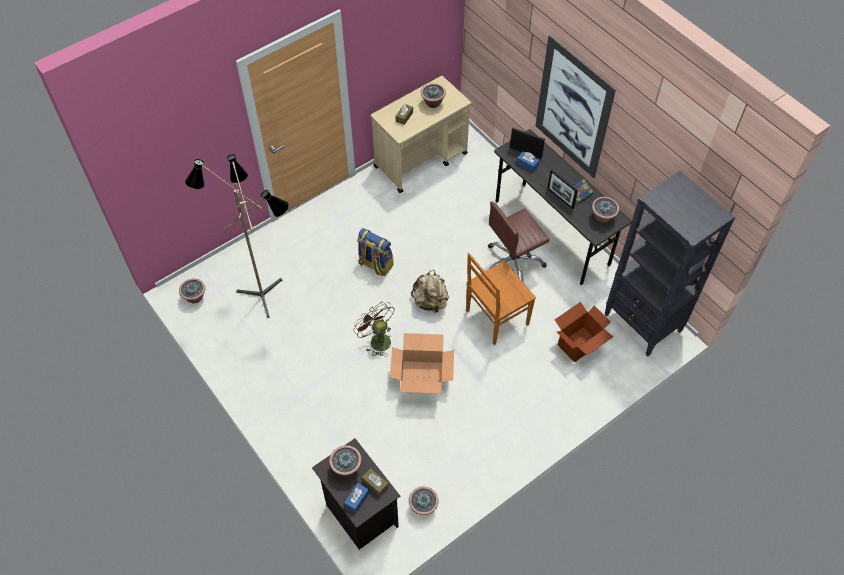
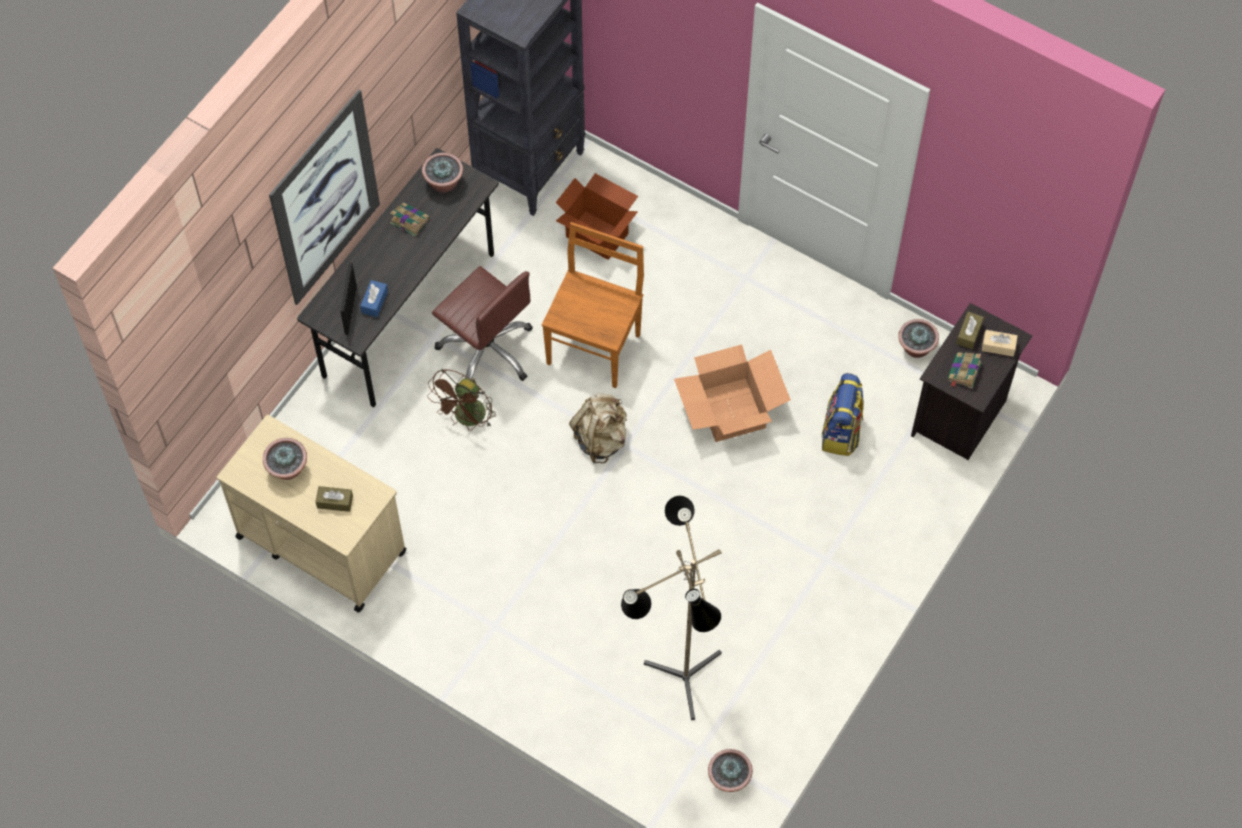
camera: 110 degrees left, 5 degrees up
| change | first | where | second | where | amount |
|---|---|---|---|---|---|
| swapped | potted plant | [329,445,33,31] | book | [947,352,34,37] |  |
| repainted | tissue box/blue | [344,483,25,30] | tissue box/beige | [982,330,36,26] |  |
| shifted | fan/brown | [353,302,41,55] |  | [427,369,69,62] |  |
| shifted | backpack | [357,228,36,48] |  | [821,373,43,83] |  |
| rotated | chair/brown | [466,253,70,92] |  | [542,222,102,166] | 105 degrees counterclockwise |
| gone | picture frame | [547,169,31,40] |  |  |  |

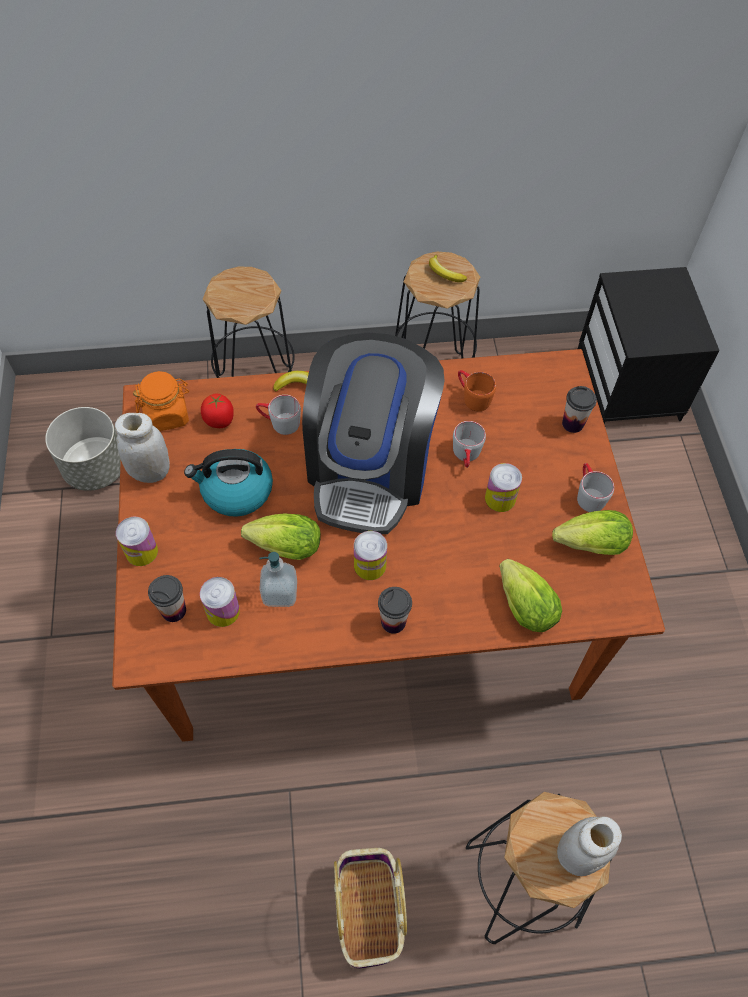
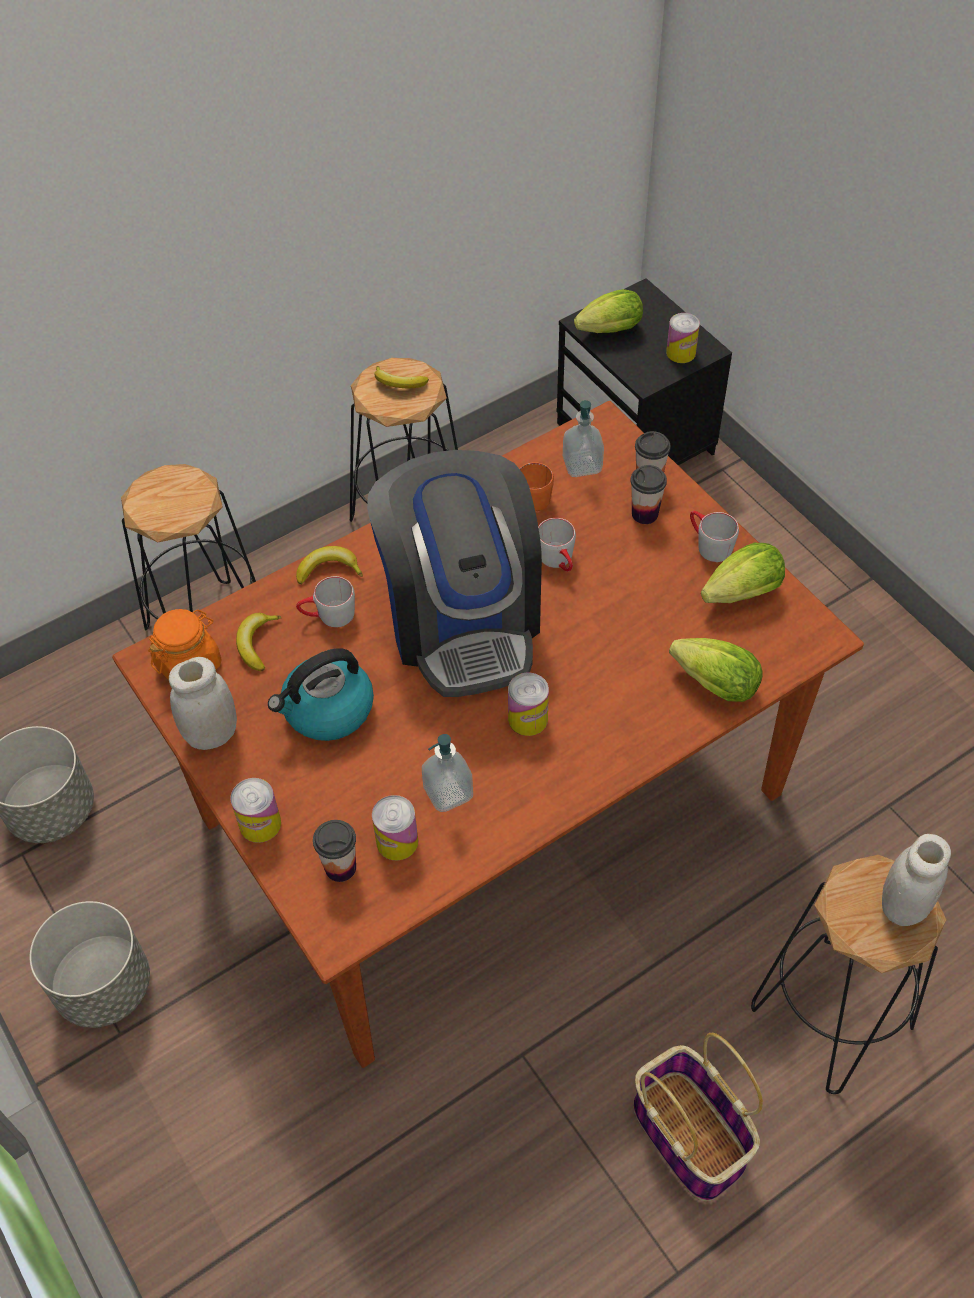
camera: 25 degrees left, 5 degrees down
| change | first | where | second | where | amount |
|---|---|---|---|---|---|
| swapped | tomato | [201,393,33,35] | banana | [236,613,45,58] |  |
| shifted | lettuce | [241,513,80,47] |  | [574,289,69,44] |  |
| shifted | cup | [378,587,34,47] |  | [630,465,37,59] |  |
| shifted | can | [485,463,37,49] |  | [666,313,34,50] |  |
| new |  |  | planter/grey | [30,901,120,127] |  |
| new |  |  | soap dispenser | [563,400,41,77] |  |

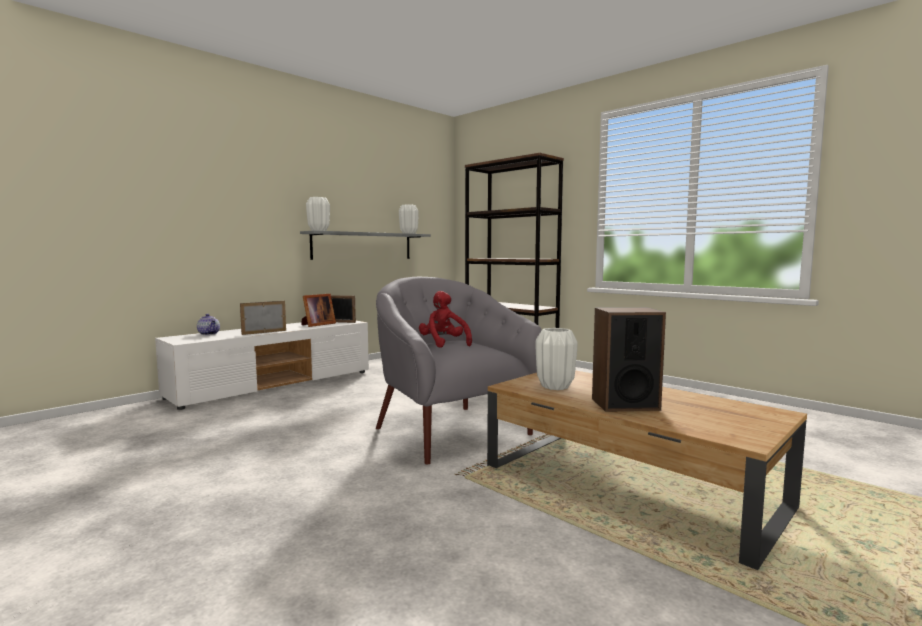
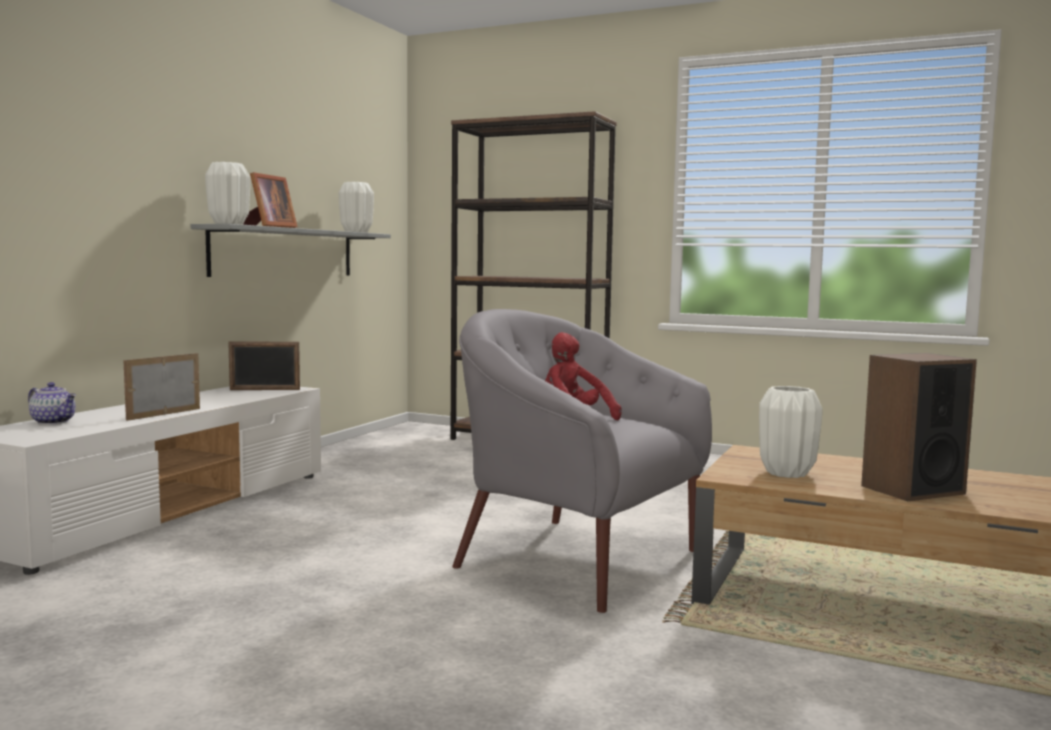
camera: 20 degrees left, 0 degrees up
| change | first | where | second | where | amount |
|---|---|---|---|---|---|
| shifted | picture frame | [301,294,35,33] |  | [243,172,55,56] |  |

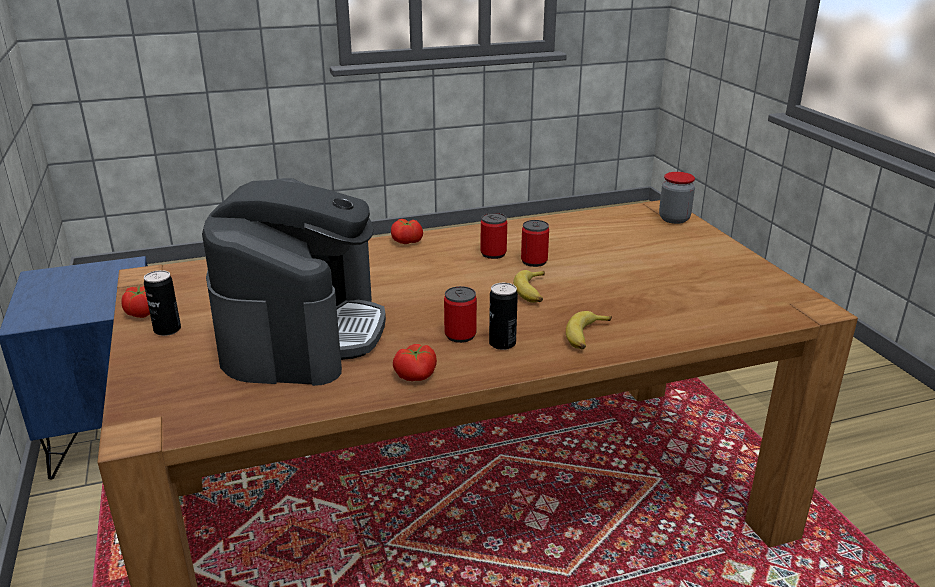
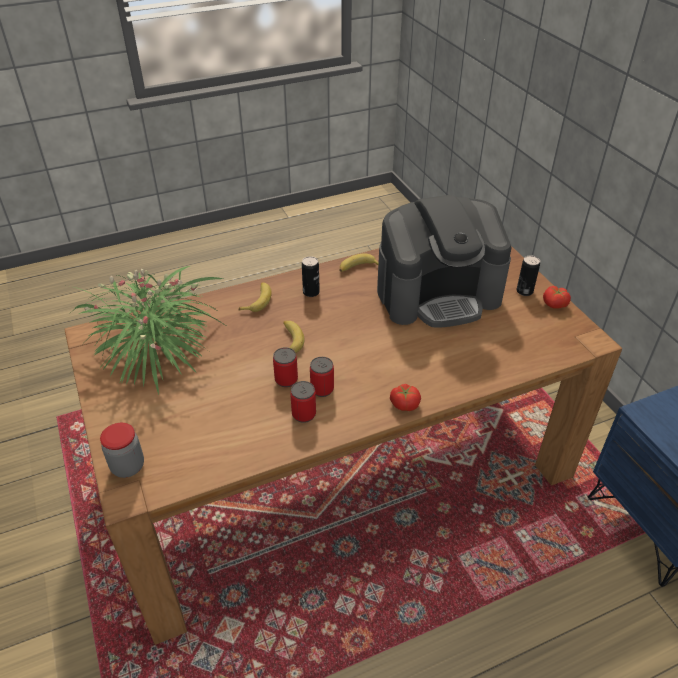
camera: 175 degrees right, 15 degrees up
| change | first | where | second | where | amount |
|---|---|---|---|---|---|
| rotated | coffee machine | [202,178,184,208] |  | [377,195,135,132] | 105 degrees counterclockwise |
| swapped | tomato | [393,344,44,37] | banana | [339,254,40,18] |  |
| shifted | can | [444,286,33,57] |  | [290,381,26,42] |  |
| new |  |  | potted plant | [70,266,155,129] |  |

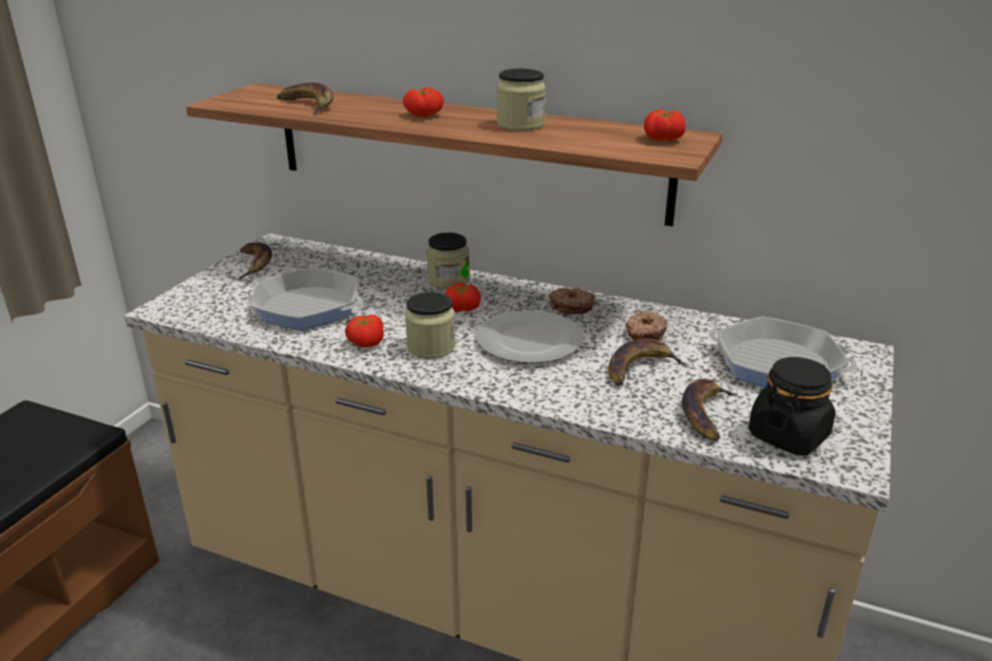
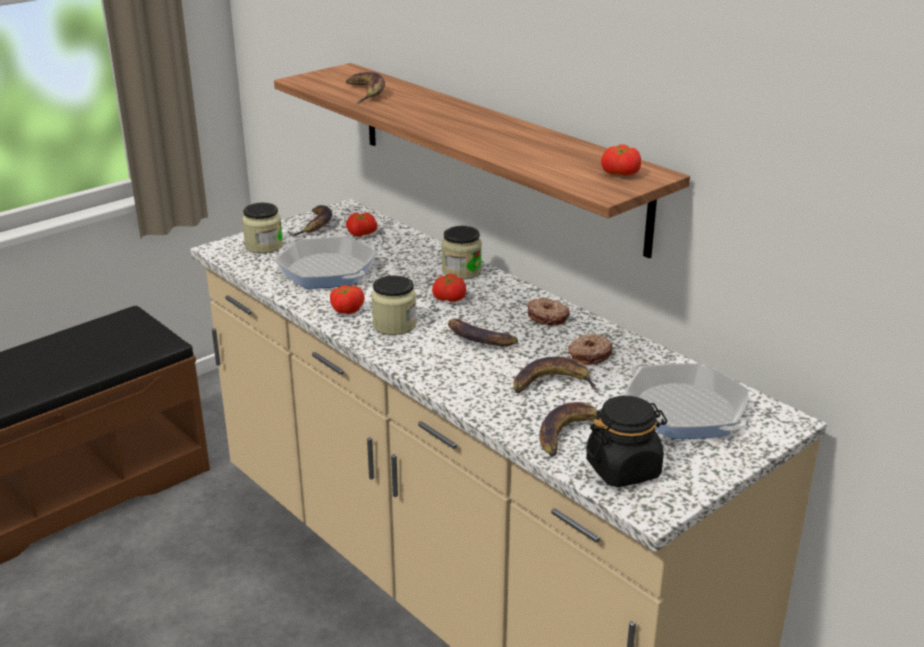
camera: 25 degrees right, 0 degrees up
| change | first | where | second | where | amount |
|---|---|---|---|---|---|
| shifted | tomato | [403,87,41,30] |  | [346,213,32,24] |  |
| swapped | plate | [476,310,107,53] | banana | [448,319,70,27] |  |
| shifted | jar | [497,69,49,62] |  | [242,203,41,51] |  |

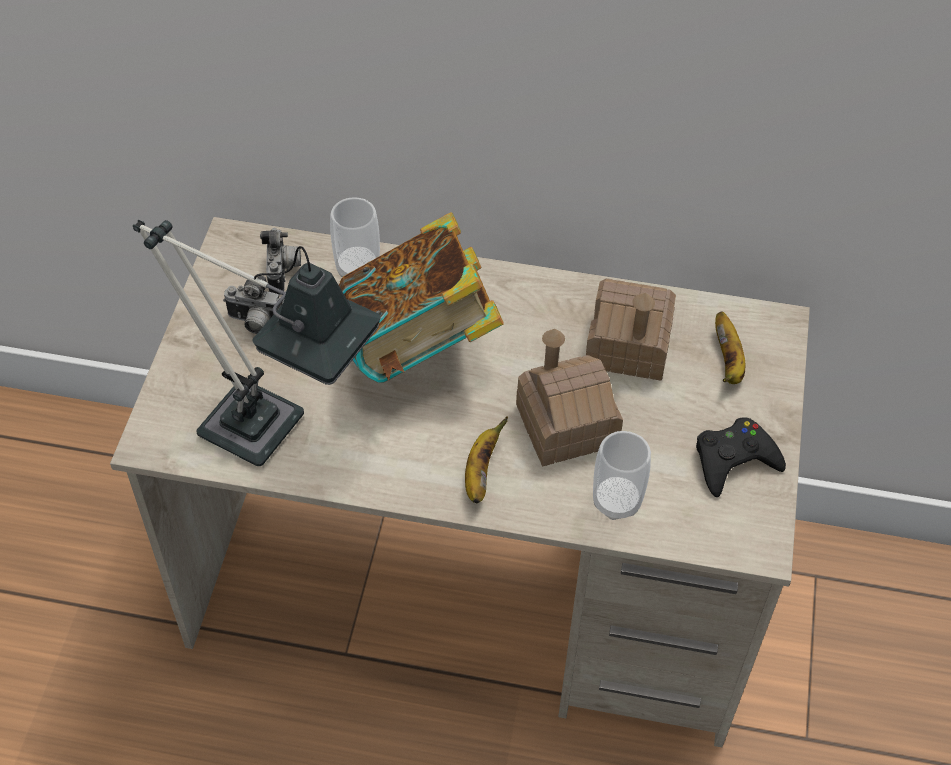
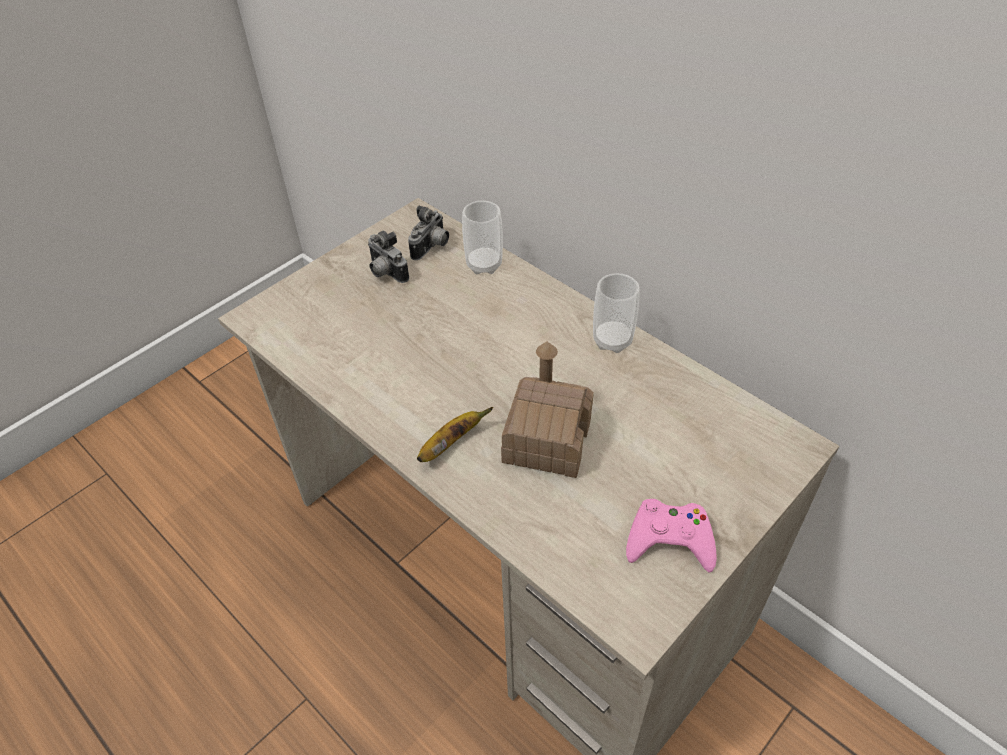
camera: 35 degrees right, 5 degrees down
| change | first | where | second | where | amount |
|---|---|---|---|---|---|
| gone | table lamp | [133,219,248,247] |  |  |  |
| gone | book | [339,212,165,171] |  |  |  |
| gone | toy house | [586,278,90,103] |  |  |  |
| shifted | cup | [593,431,58,89] |  | [593,273,47,80] |  |
| repainted | game controller/black | [696,417,90,80] | game controller/pink | [626,499,91,73] |  |
| gone | banana | [715,312,30,72] |  |  |  |

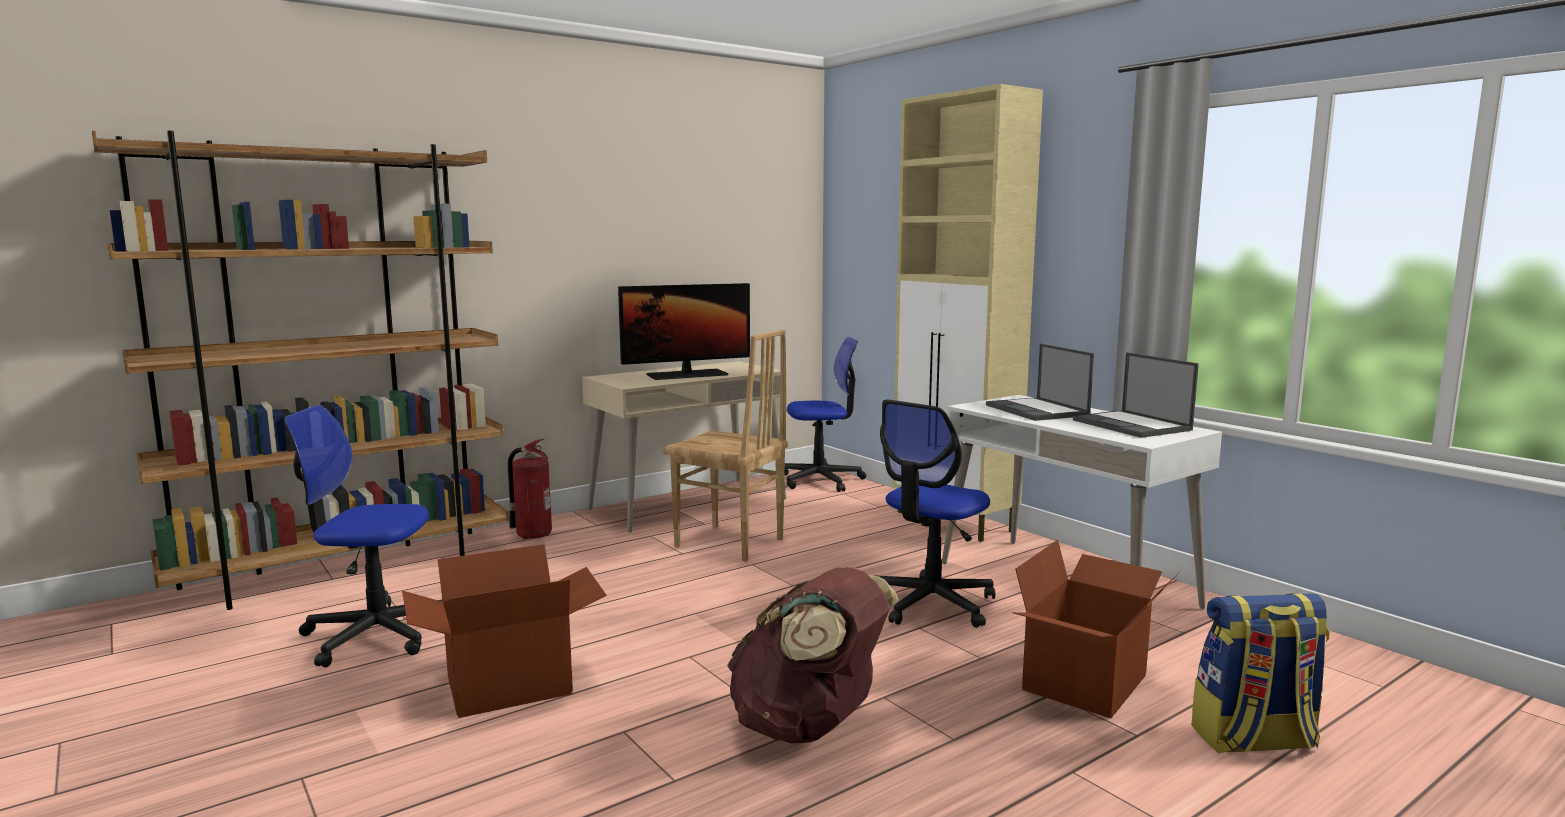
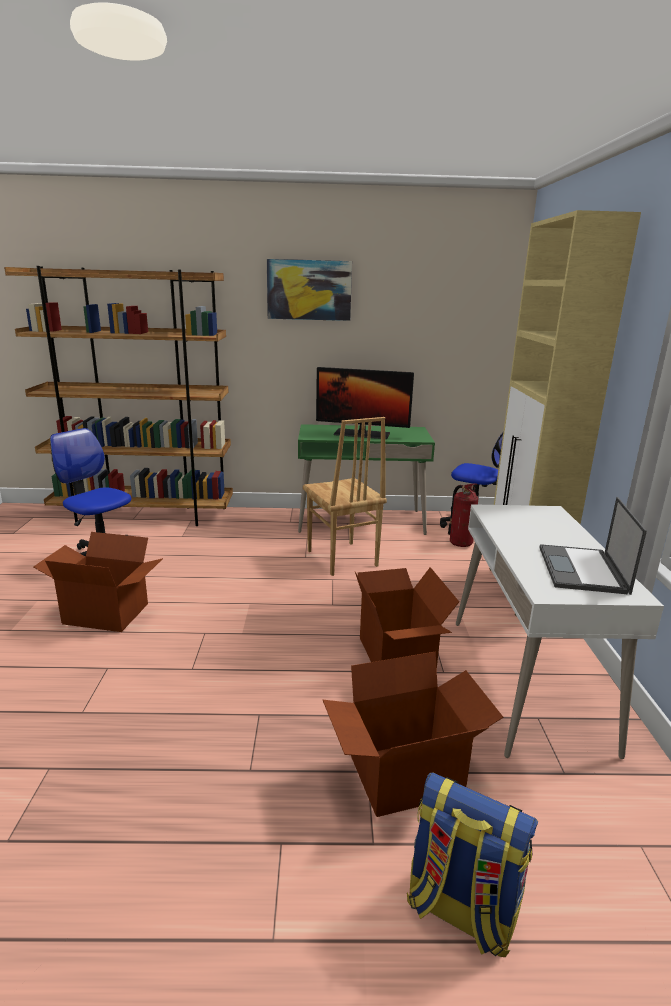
camera: 35 degrees right, 10 degrees up
| change | first | where | second | where | amount |
|---|---|---|---|---|---|
| shifted | fire extinguisher | [508,439,44,100] |  | [448,483,30,64] |  |
| repainted | desk/beige | [582,361,204,172] | desk/green | [298,424,137,111] |  |
| gone | backpack/brown | [727,567,171,176] |  |  |  |
| swapped | office chair | [872,399,123,229] | cardboard box | [355,567,104,101] |  |
| gone | laptop | [986,343,108,78] |  |  |  |
| new |  |  | picture | [267,259,85,62] |  |

